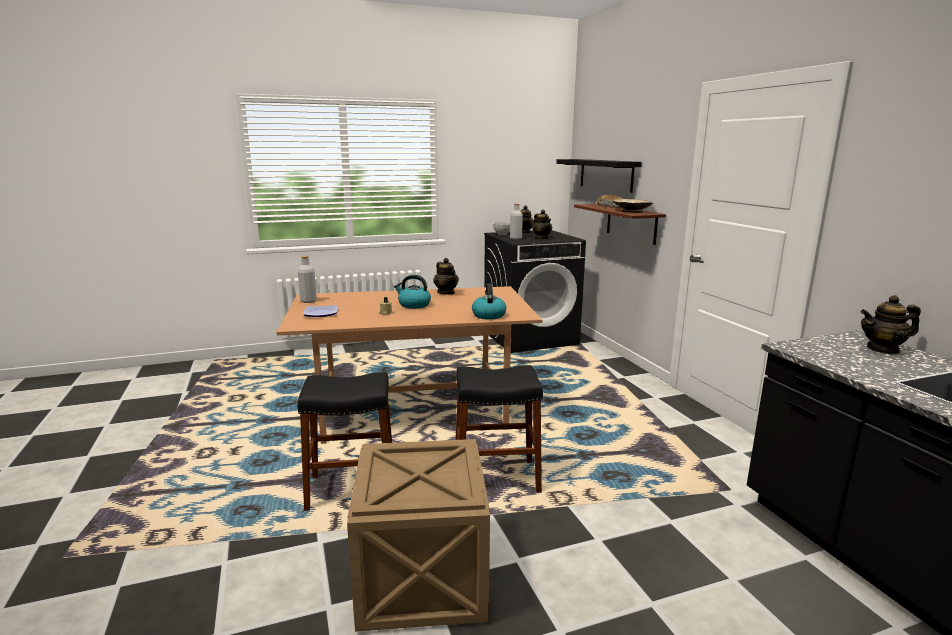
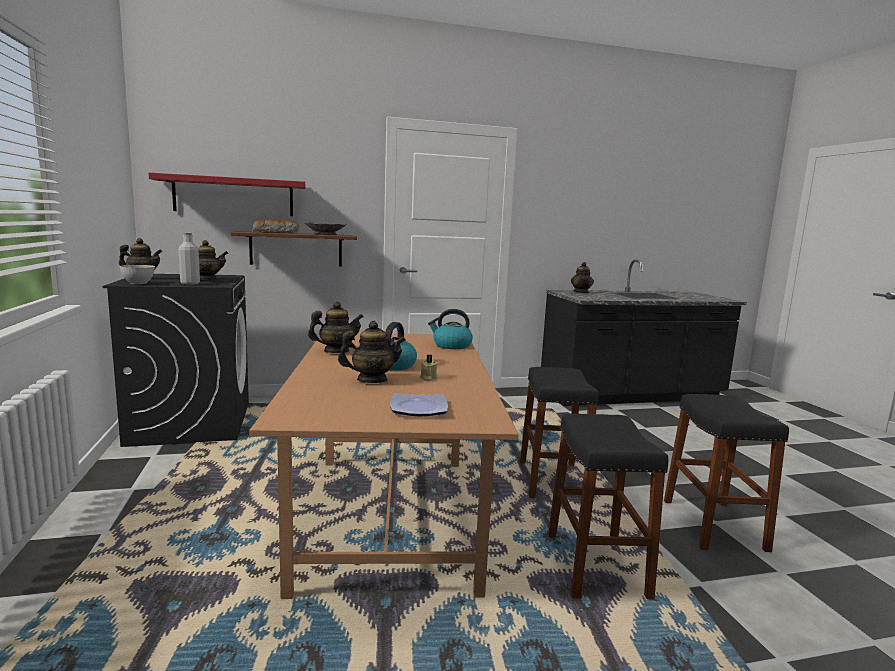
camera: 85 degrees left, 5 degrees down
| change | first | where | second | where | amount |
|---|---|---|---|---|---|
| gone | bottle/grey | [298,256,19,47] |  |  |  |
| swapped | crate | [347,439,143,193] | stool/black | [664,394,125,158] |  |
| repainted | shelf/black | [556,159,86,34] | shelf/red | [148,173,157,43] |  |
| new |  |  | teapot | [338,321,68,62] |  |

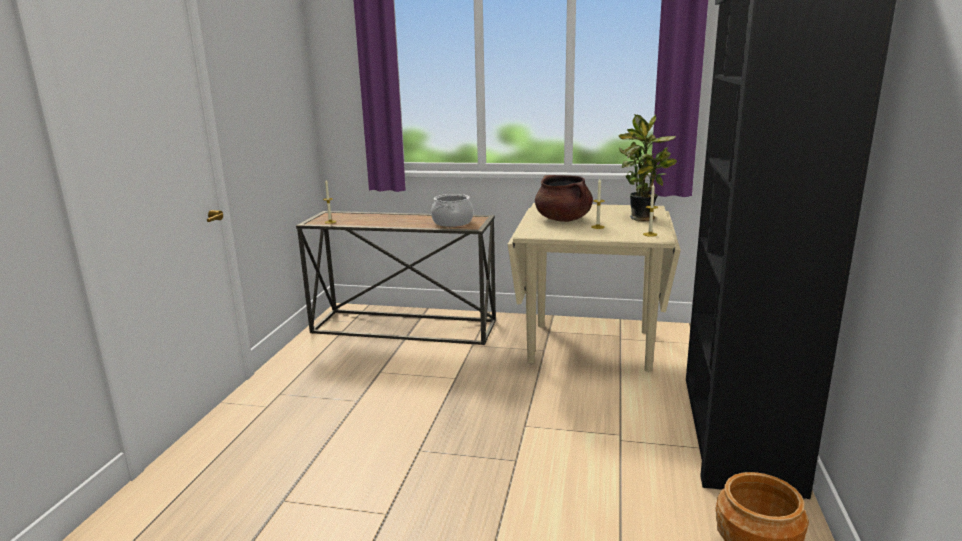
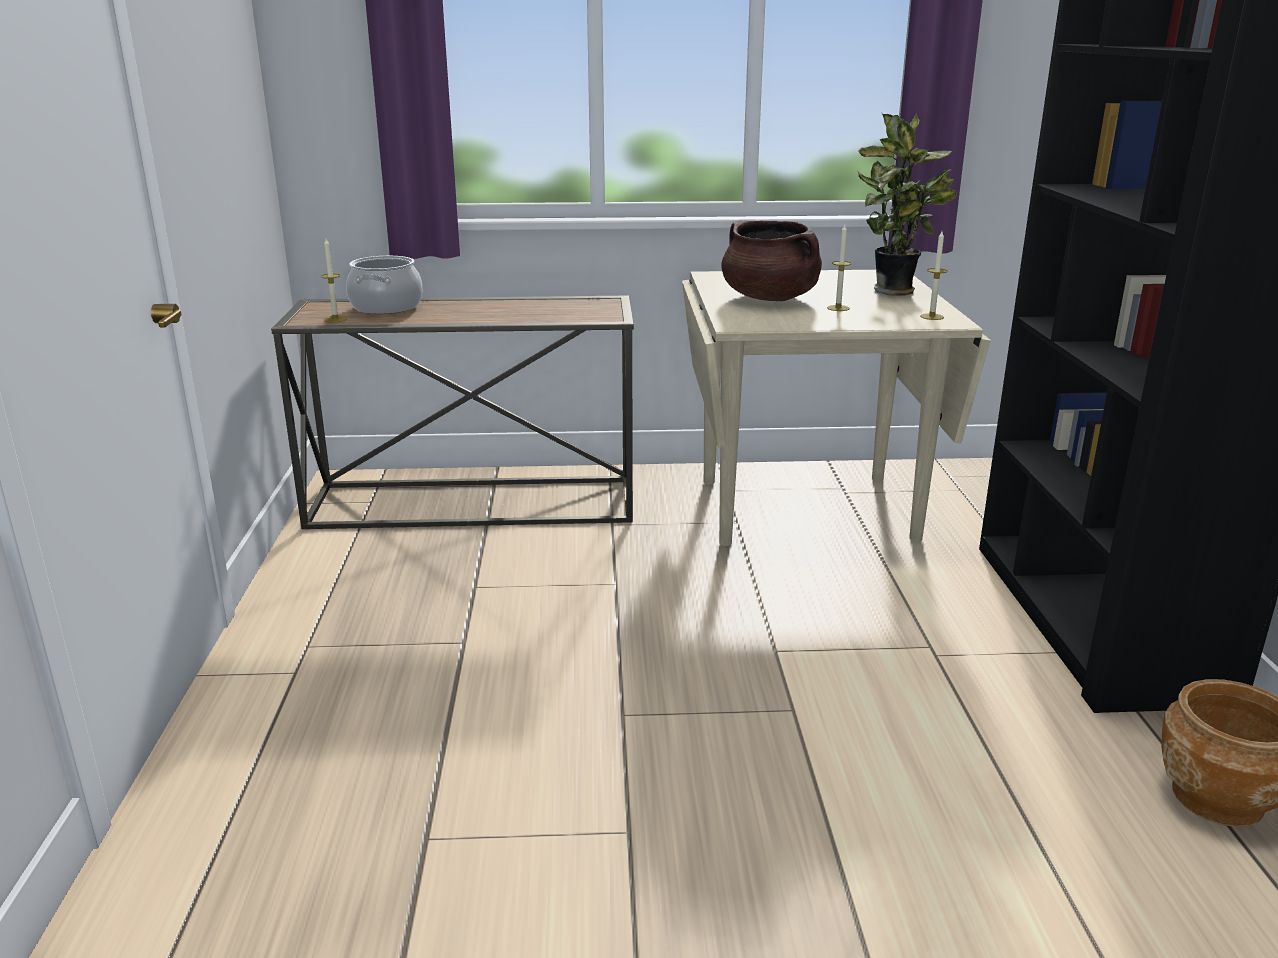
camera: 15 degrees left, 5 degrees up
| change | first | where | second | where | amount |
|---|---|---|---|---|---|
| shifted | cooking pot | [431,194,42,33] |  | [346,256,76,58] |  |

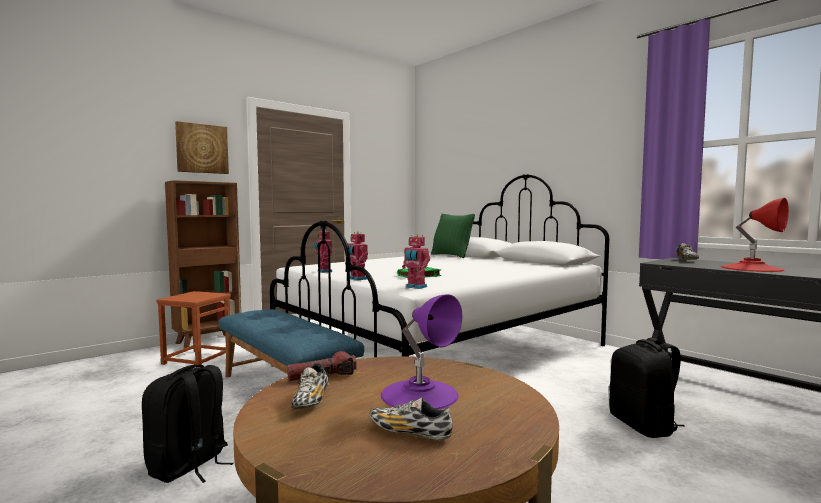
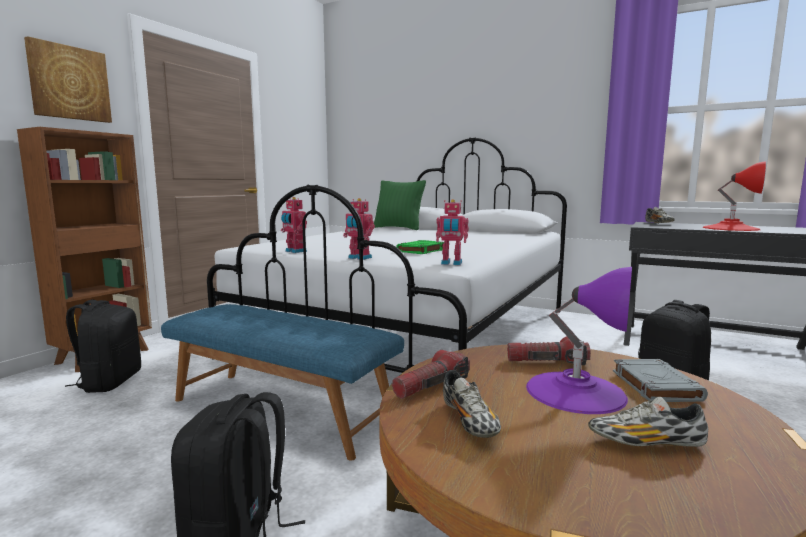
camera: 20 degrees left, 5 degrees up
| change | first | where | second | where | amount |
|---|---|---|---|---|---|
| swapped | stool/brown | [157,291,74,77] | backpack/black | [65,300,76,93] |  |
| new |  |  | flashlight | [507,336,84,29] |  |
| new |  |  | book/grey | [613,359,95,43] |  |

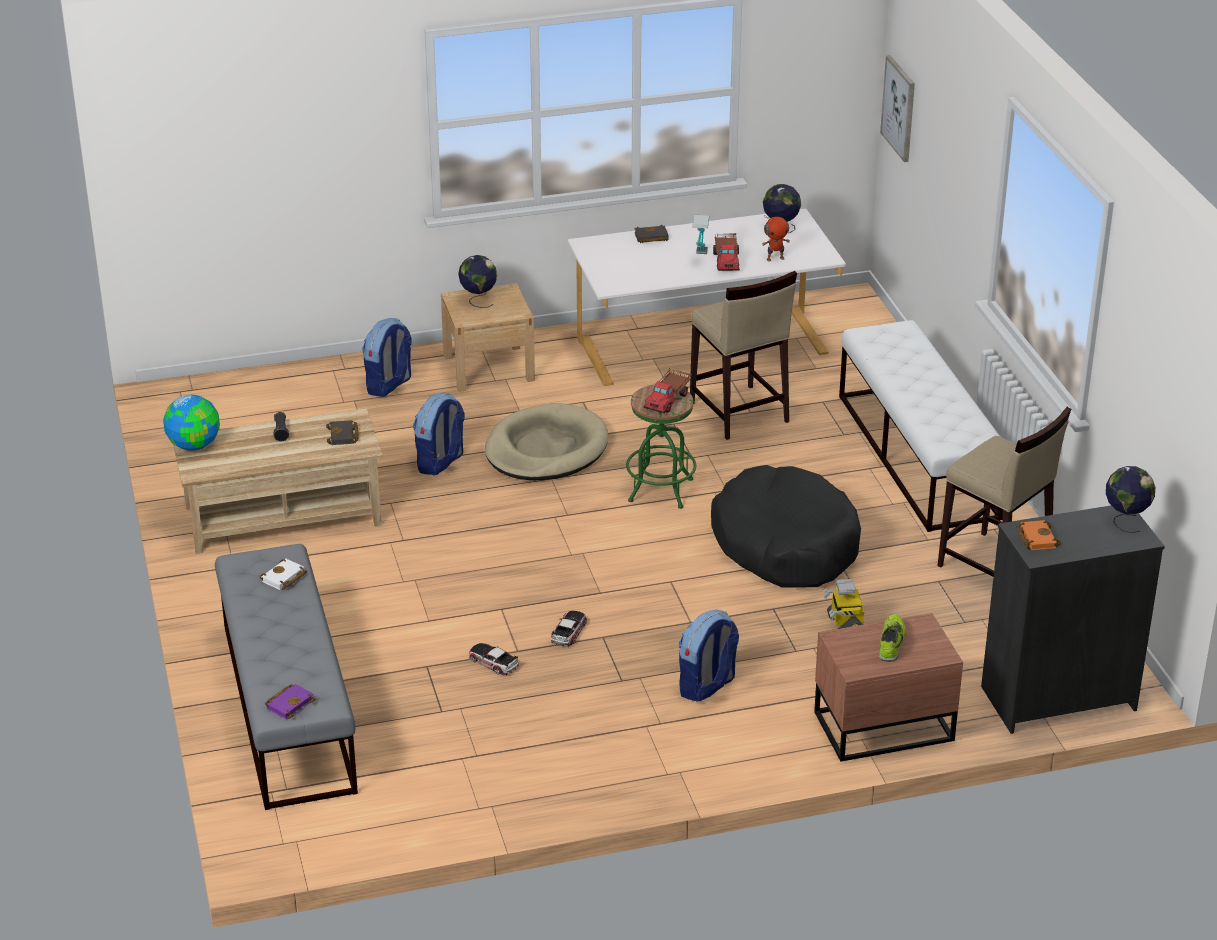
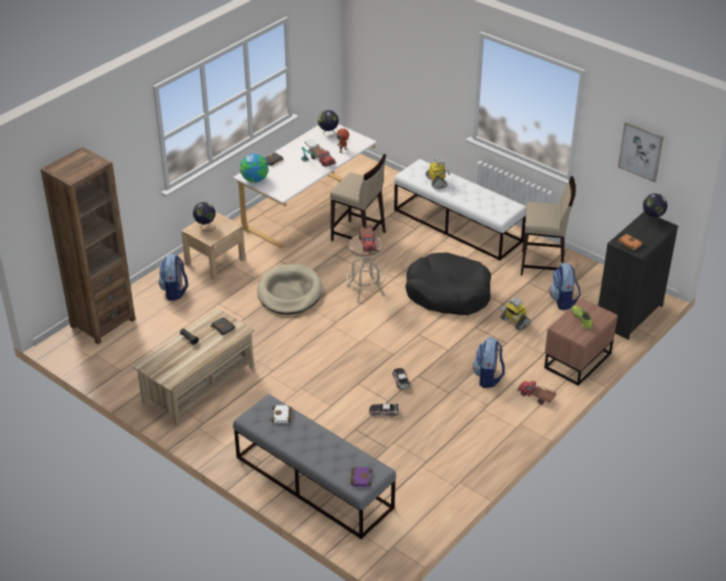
camera: 35 degrees left, 5 degrees up
| change | first | where | second | where | amount |
|---|---|---|---|---|---|
| shifted | globe | [163,395,57,56] |  | [240,154,29,29] |  |
| shifted | backpack | [413,392,52,83] |  | [549,262,32,48] |  |
| repainted | stool/green | [626,384,70,125] | stool/beige | [346,235,39,68] |  |
| shifted | picture | [880,55,35,107] |  | [618,122,46,60] |  |
| new |  |  | bookcase/brown | [40,147,96,197] |  |
| new |  |  | toy robot | [426,157,24,32] |  |
| new |  |  | toy truck | [517,381,39,24] |  |

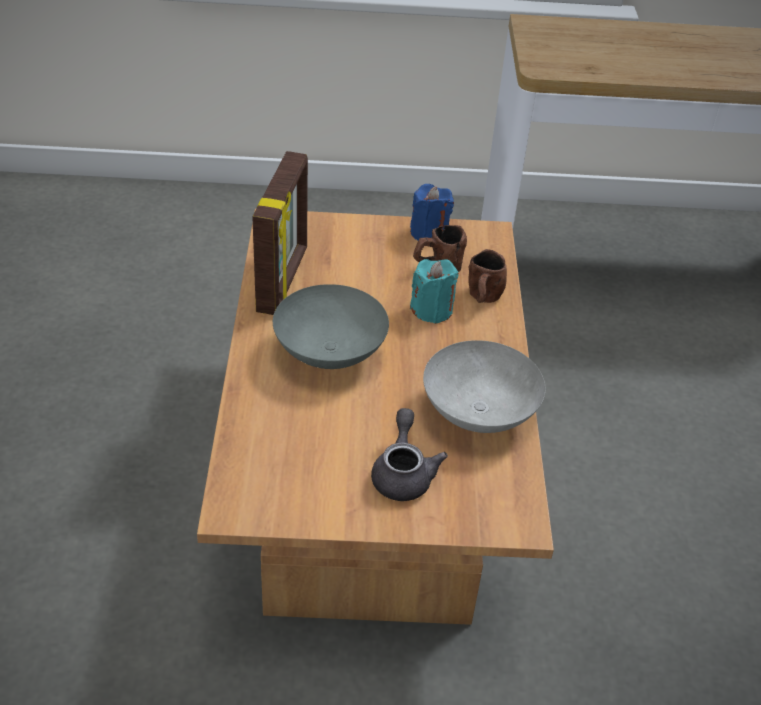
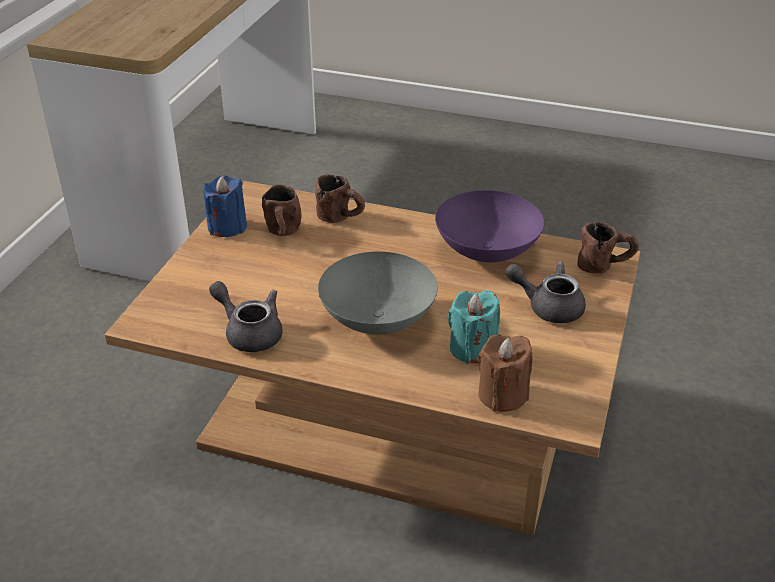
camera: 70 degrees left, 5 degrees down
| change | first | where | second | where | amount |
|---|---|---|---|---|---|
| swapped | picture frame | [252,151,56,164] | teapot/grey | [209,281,74,71] |  |
| shifted | candle/turquoise | [410,259,49,65] |  | [448,290,52,74] |  |
| repainted | bowl/grey | [423,340,122,93] | bowl/purple | [435,190,109,72] |  |
| new |  |  | candle/brown | [477,334,55,78] |  |
| new |  |  | mug/brown | [578,222,61,51] |  |

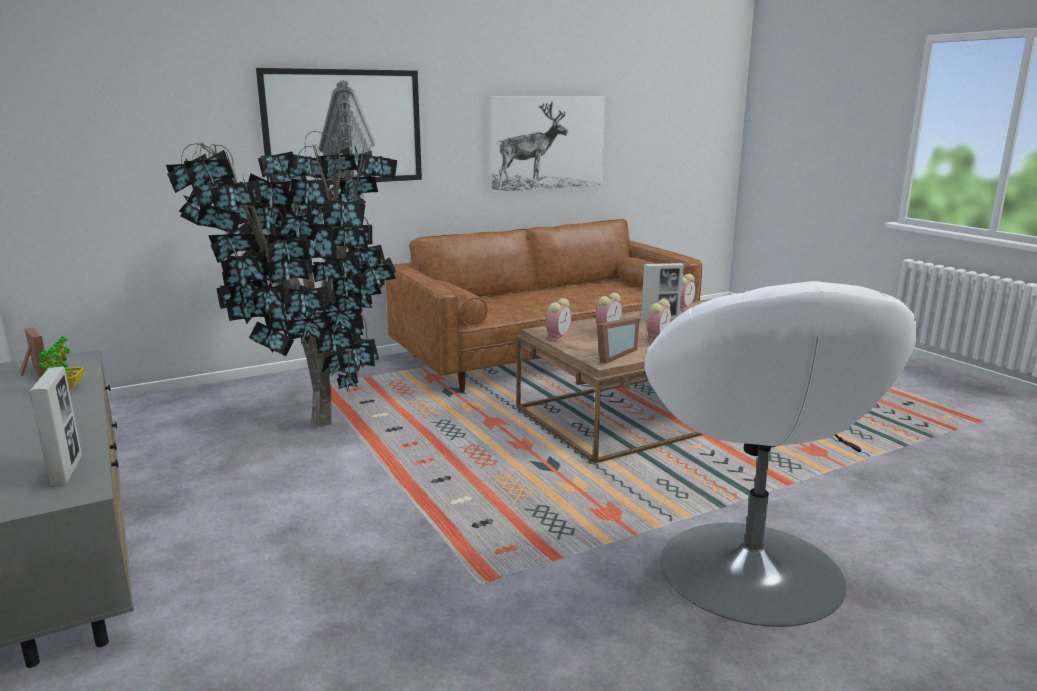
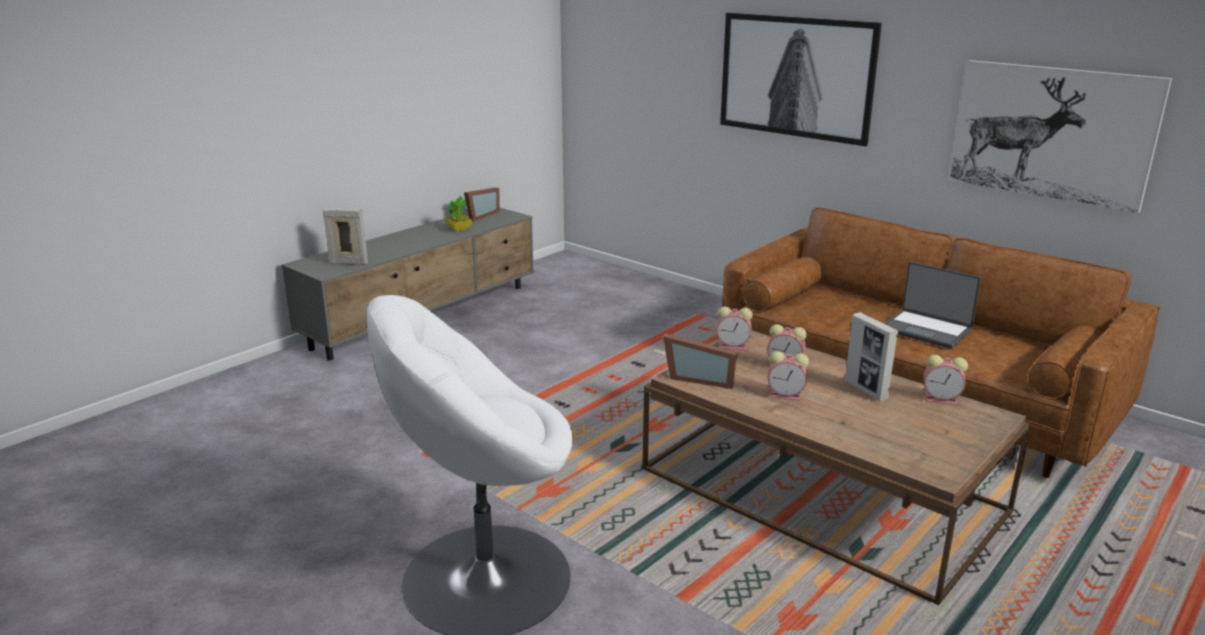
camera: 70 degrees right, 5 degrees up
| change | first | where | second | where | amount |
|---|---|---|---|---|---|
| rotated | picture frame | [29,367,53,120] |  | [323,208,45,57] | 135 degrees counterclockwise |
| gone | potted plant | [166,131,231,296] |  |  |  |
| new |  |  | laptop | [884,262,97,87] |  |

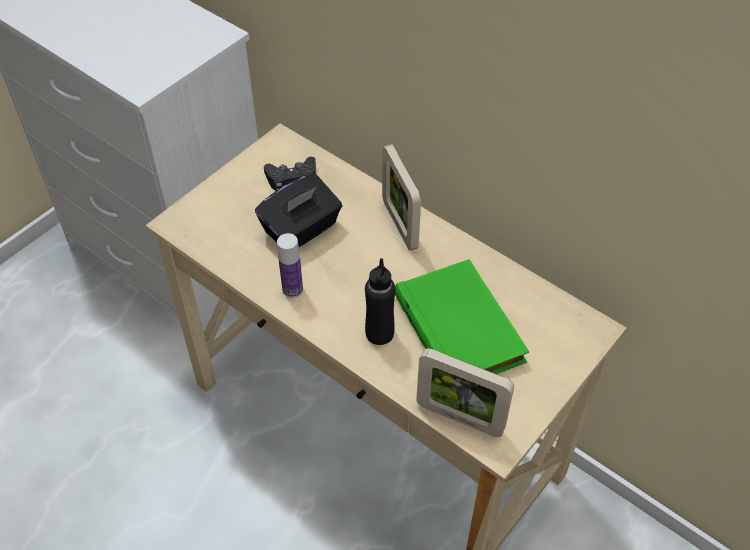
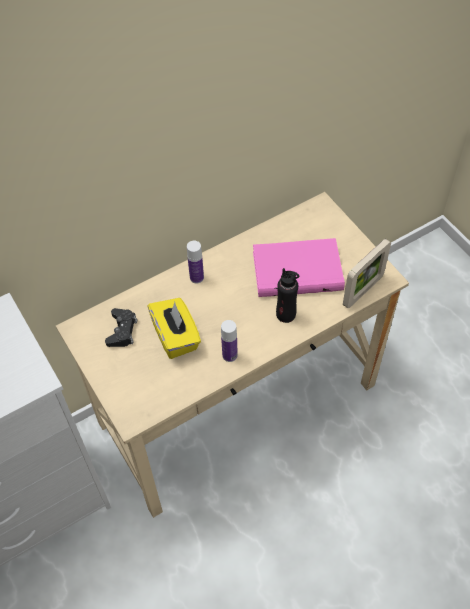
camera: 70 degrees left, 5 degrees up
| change | first | where | second | where | amount |
|---|---|---|---|---|---|
| repainted | tissue box/black | [255,173,87,74] | tissue box/yellow | [147,298,54,61] |  |
| swapped | picture frame | [382,144,39,107] | bottle | [187,241,17,42] |  |
| repainted | book/green | [395,259,134,115] | book/pink | [253,238,92,59] |  |

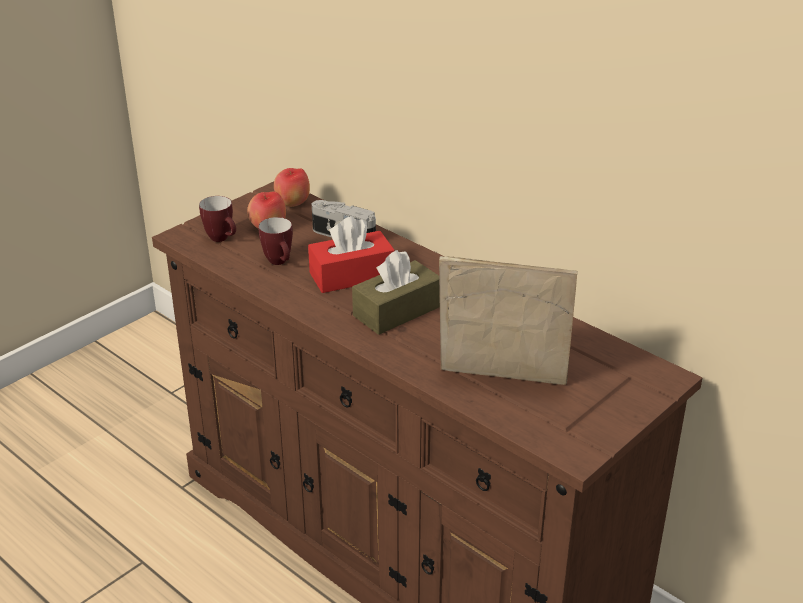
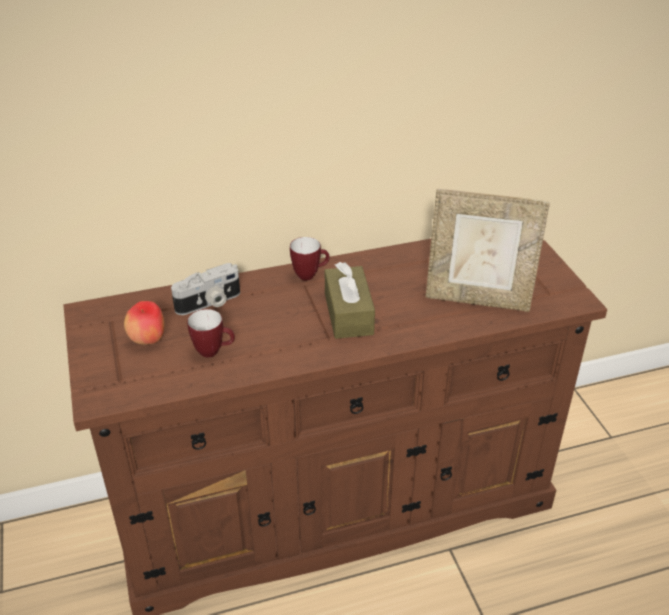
camera: 60 degrees left, 5 degrees up
| change | first | where | second | where | amount |
|---|---|---|---|---|---|
| shifted | mug | [199,196,37,46] |  | [290,237,40,44] |  |
| gone | apple | [274,168,36,39] |  |  |  |
| gone | tissue box/red | [308,216,87,77] |  |  |  |
| rotated | picture frame | [439,256,138,129] |  | [425,189,125,123] | 120 degrees counterclockwise |

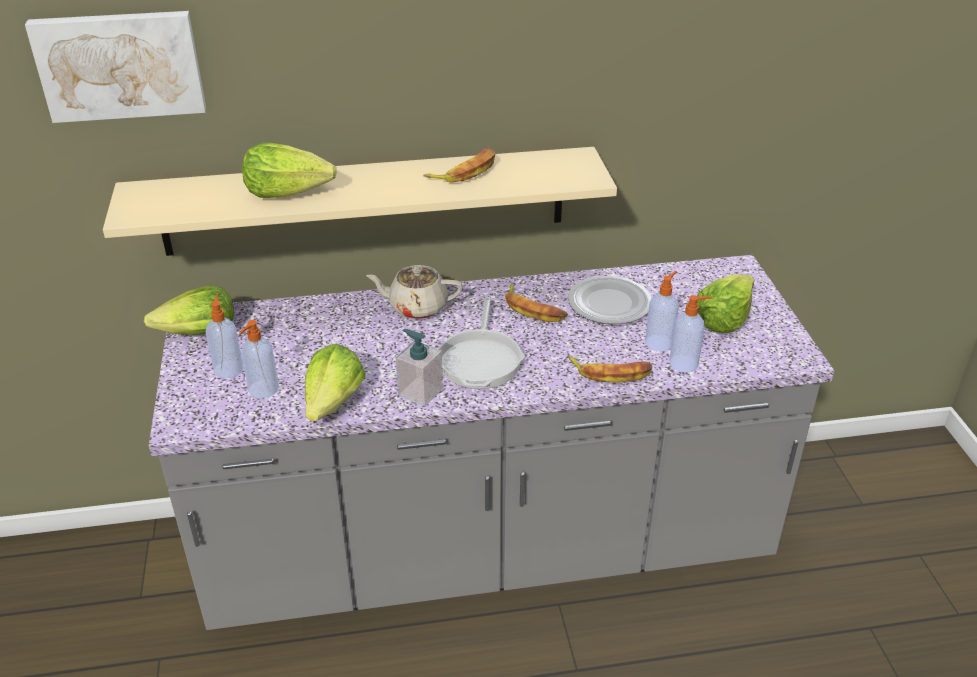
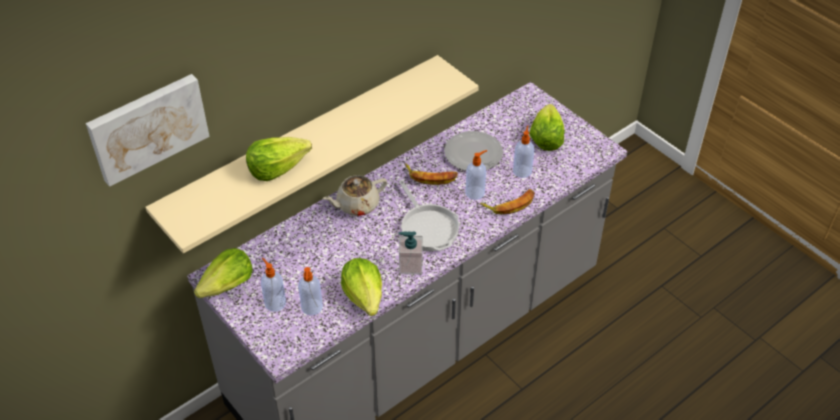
camera: 30 degrees left, 10 degrees up
| change | first | where | second | where | amount |
|---|---|---|---|---|---|
| gone | banana | [423,148,72,35] |  |  |  |
| shifted | soap dispenser | [669,295,43,77] |  | [465,150,22,50] |  |

